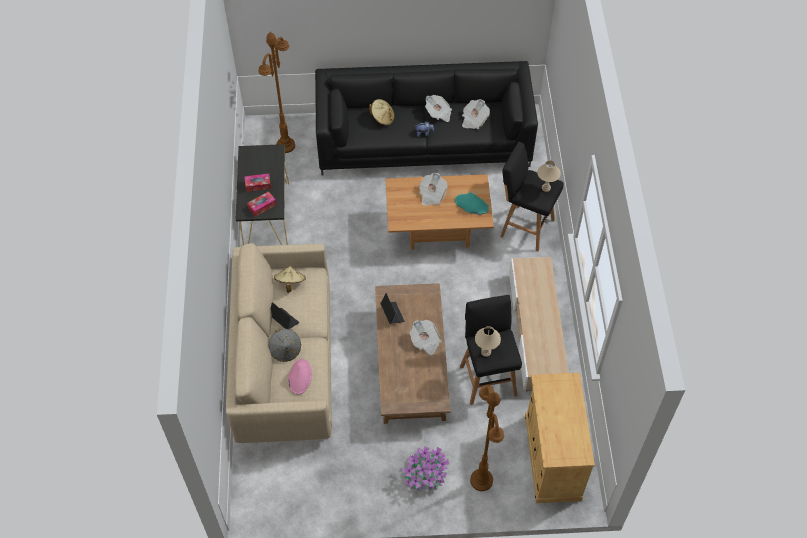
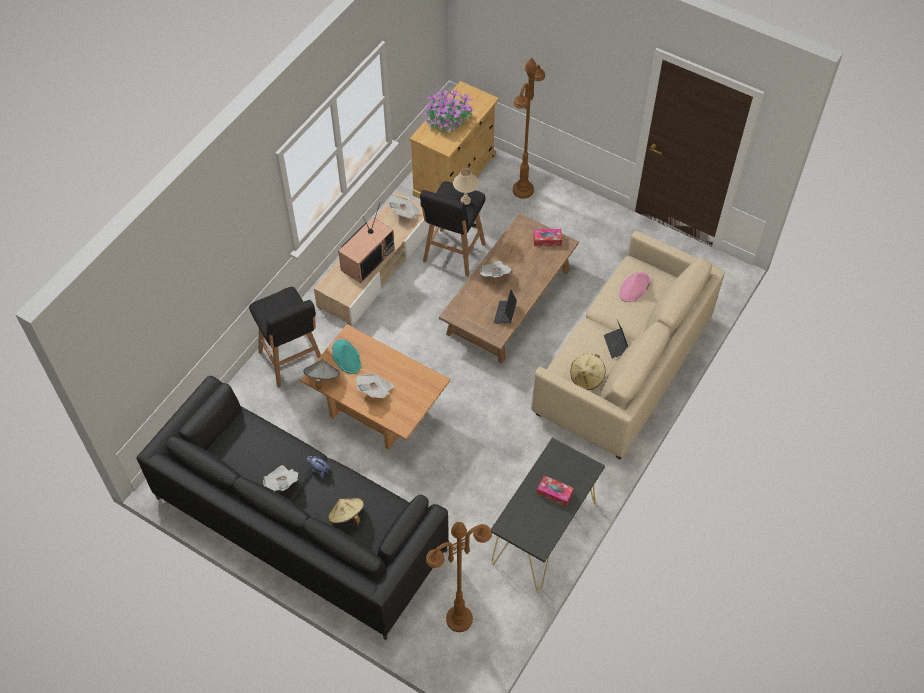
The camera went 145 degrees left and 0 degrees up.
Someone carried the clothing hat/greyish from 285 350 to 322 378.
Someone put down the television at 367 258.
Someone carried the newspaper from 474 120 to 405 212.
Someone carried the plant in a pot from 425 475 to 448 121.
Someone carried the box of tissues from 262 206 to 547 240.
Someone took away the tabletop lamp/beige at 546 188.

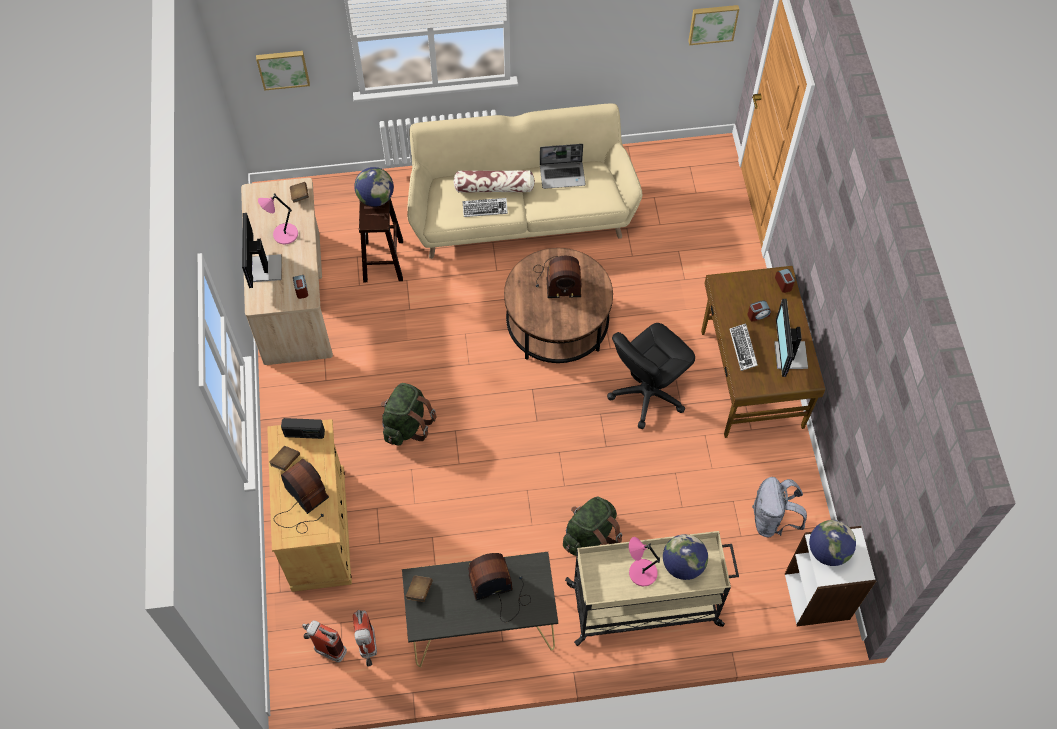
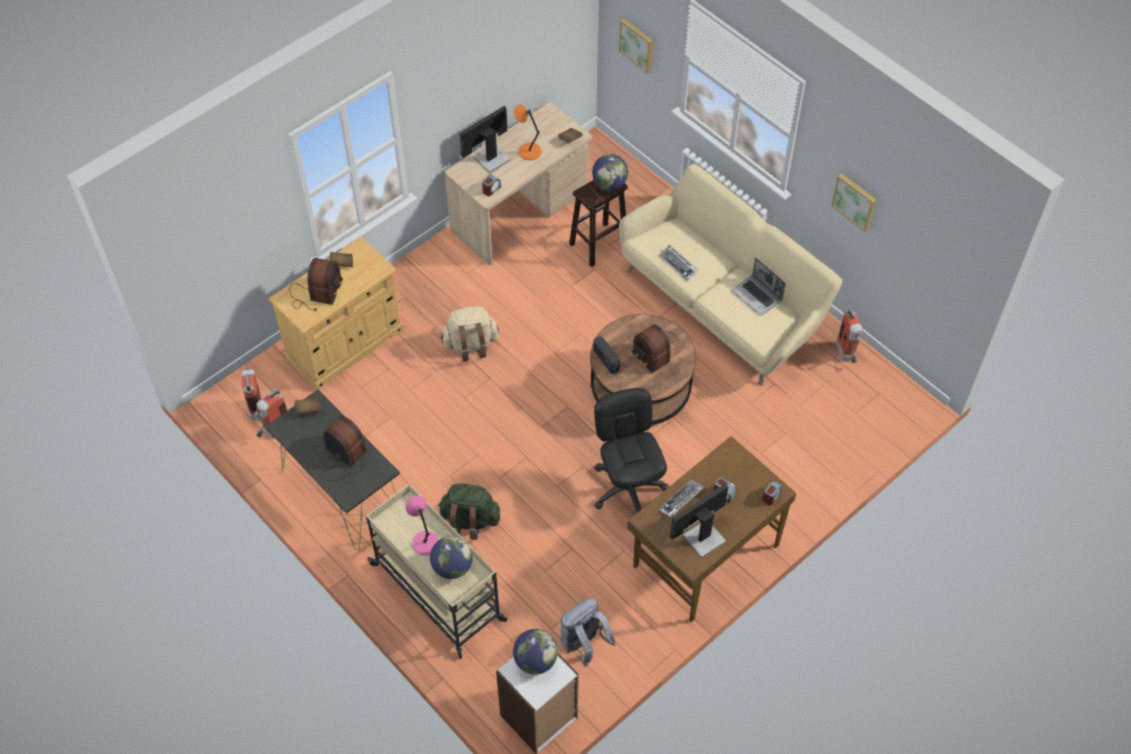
The camera went 55 degrees right and 5 degrees down.
Someone repainted the rucksack/greenish at 406 424, which became the rucksack/beige at 471 345.
Someone repainted the tabletop lamp/pink-coloured at 284 235, which became the tabletop lamp/orangey at 528 151.
Someone carried the radio set from 304 433 to 606 360.
Someone rotated the office chair/blackish at 647 394 by 60 degrees clockwise.
Someone carried the wall picture from 713 23 to 855 201.
Someone put down the fire extinguisher at 846 355.
Someone took away the throw pillow at 494 187.

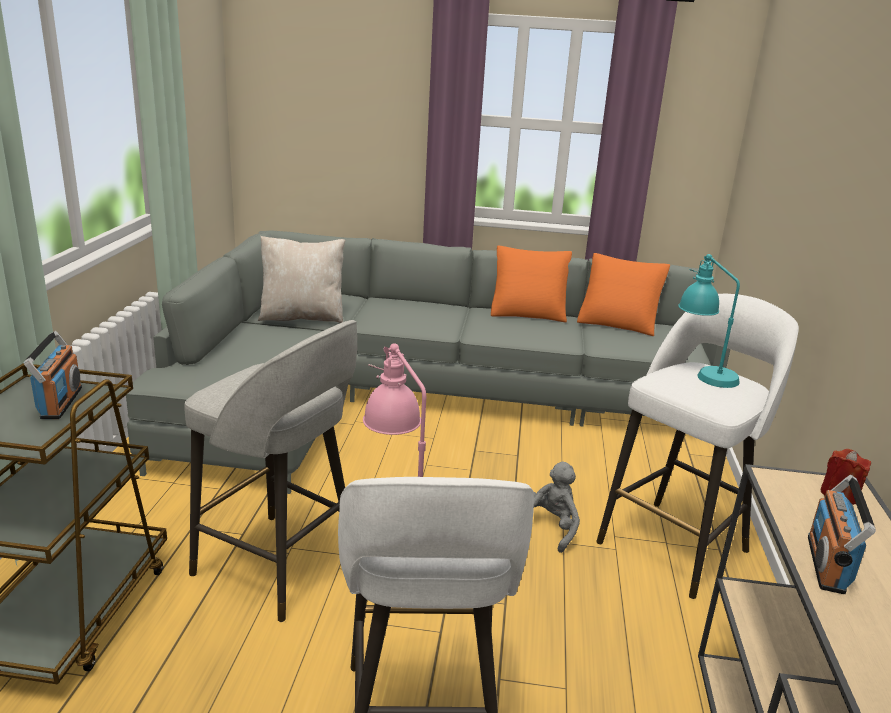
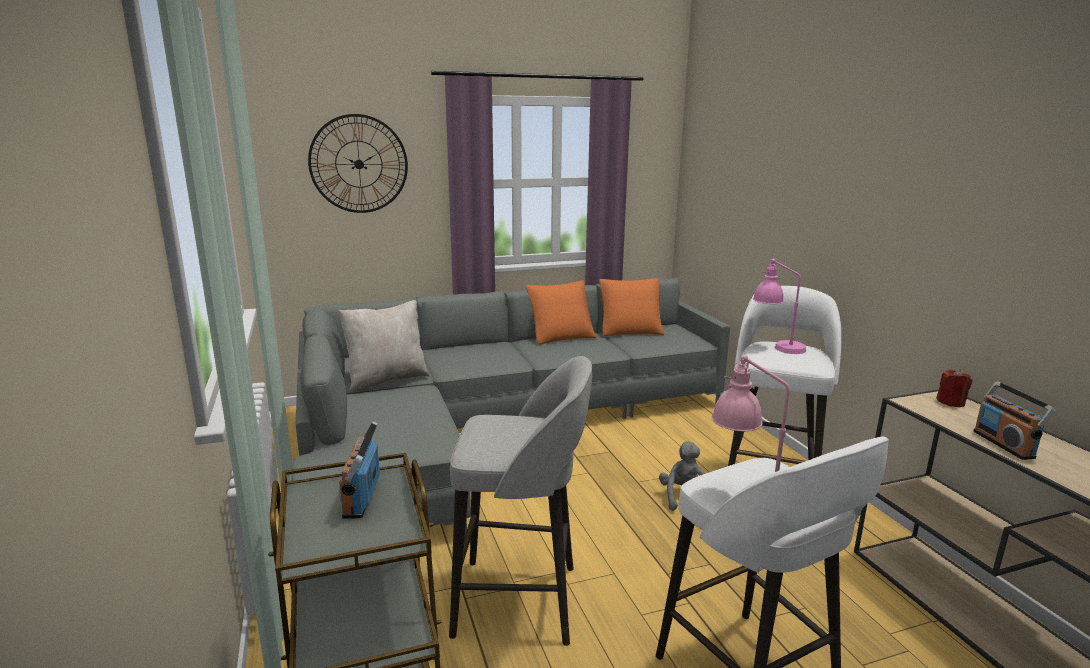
The camera went 25 degrees left and 5 degrees down.
Someone put up the clock on the wall at 359 164.
Someone rotated the radio set at 60 403 by 150 degrees counterclockwise.
Someone repainted the tabletop lamp/blue-green at 701 373, which became the tabletop lamp/pink-coloured at 776 347.

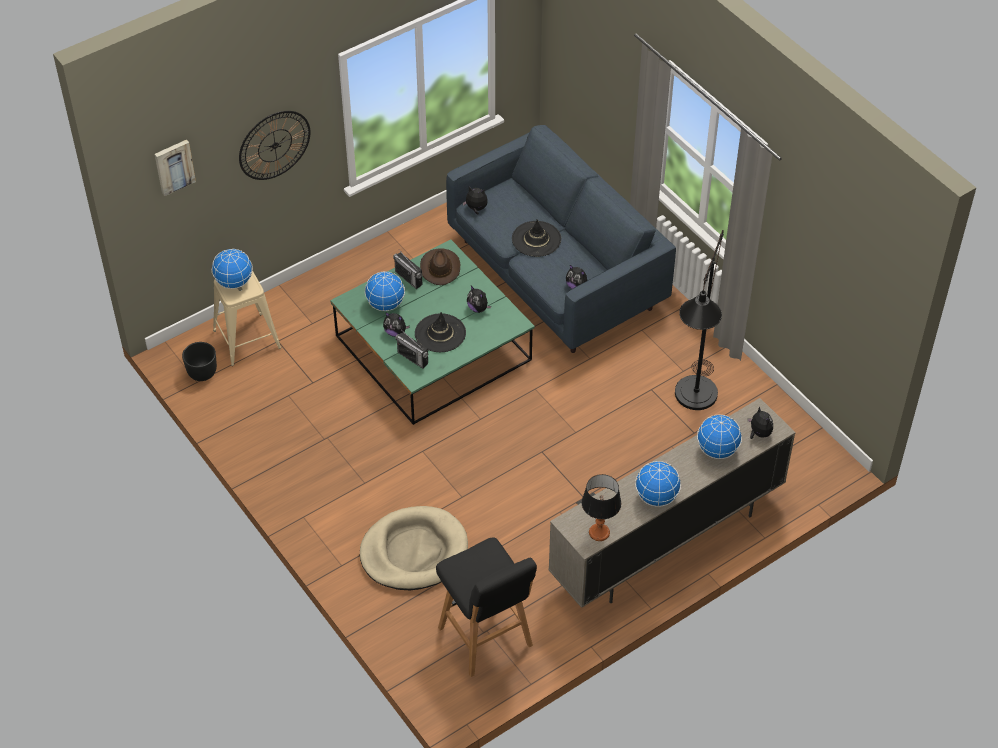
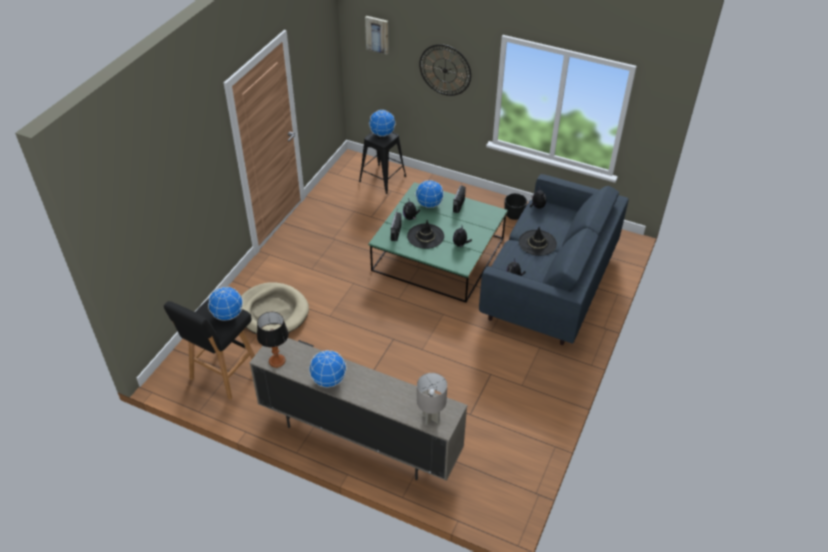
The camera went 60 degrees right and 5 degrees down.
Someone carried the globe from 717 450 to 228 315.
Someone repainted the stool/beige at 247 339, which became the stool/blackish at 382 179.
Someone swapped the plush toy at 759 433 for the tabletop lamp/greyish at 430 417.
Someone carried the flower pot/blackish from 203 373 to 514 215.
Someone took away the clothing hat/brown at 440 268.
Someone took away the floor lamp/blackish at 693 403.

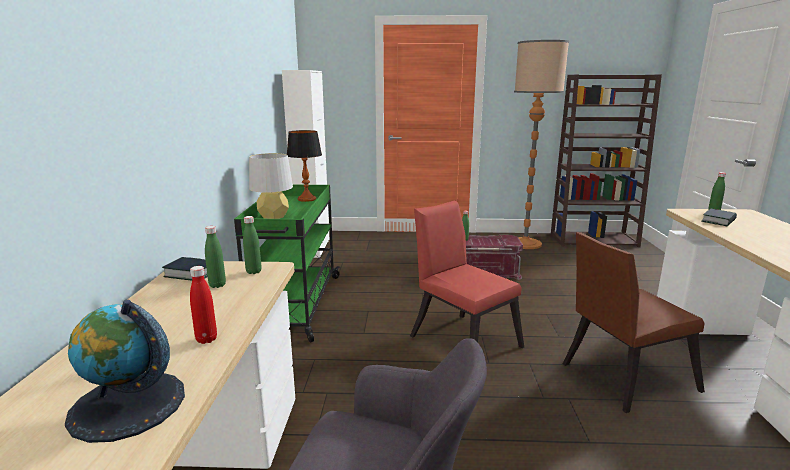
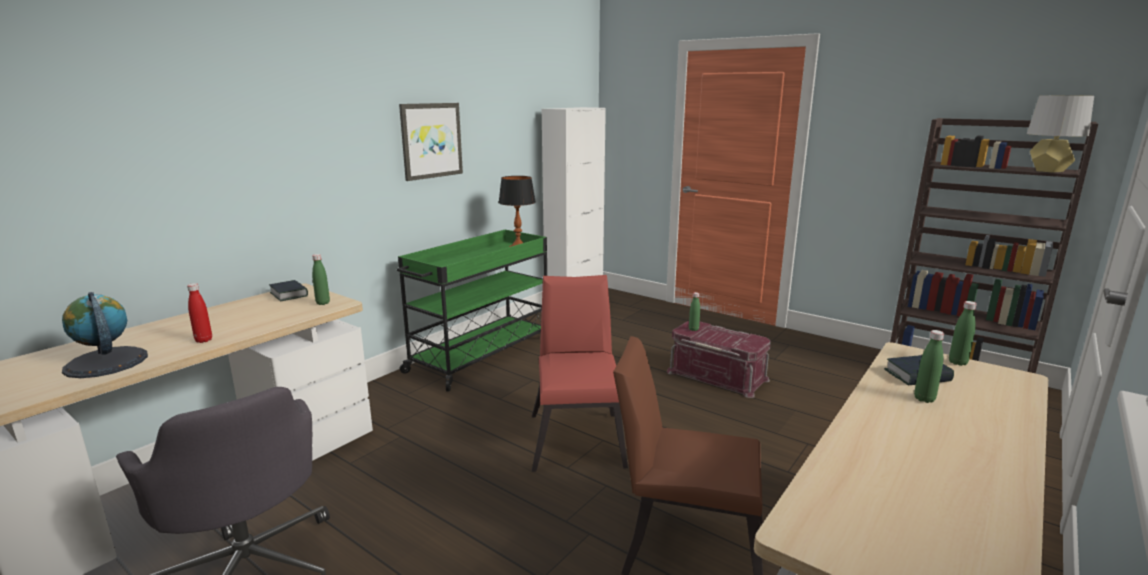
The camera went 35 degrees right and 0 degrees up.
Someone put up the wall picture at 431 140.
Someone carried the drink bottle/greenish from 217 285 to 924 399.
Someone carried the tabletop lamp/greyish from 273 217 to 1048 171.
Someone took away the floor lamp at 525 243.

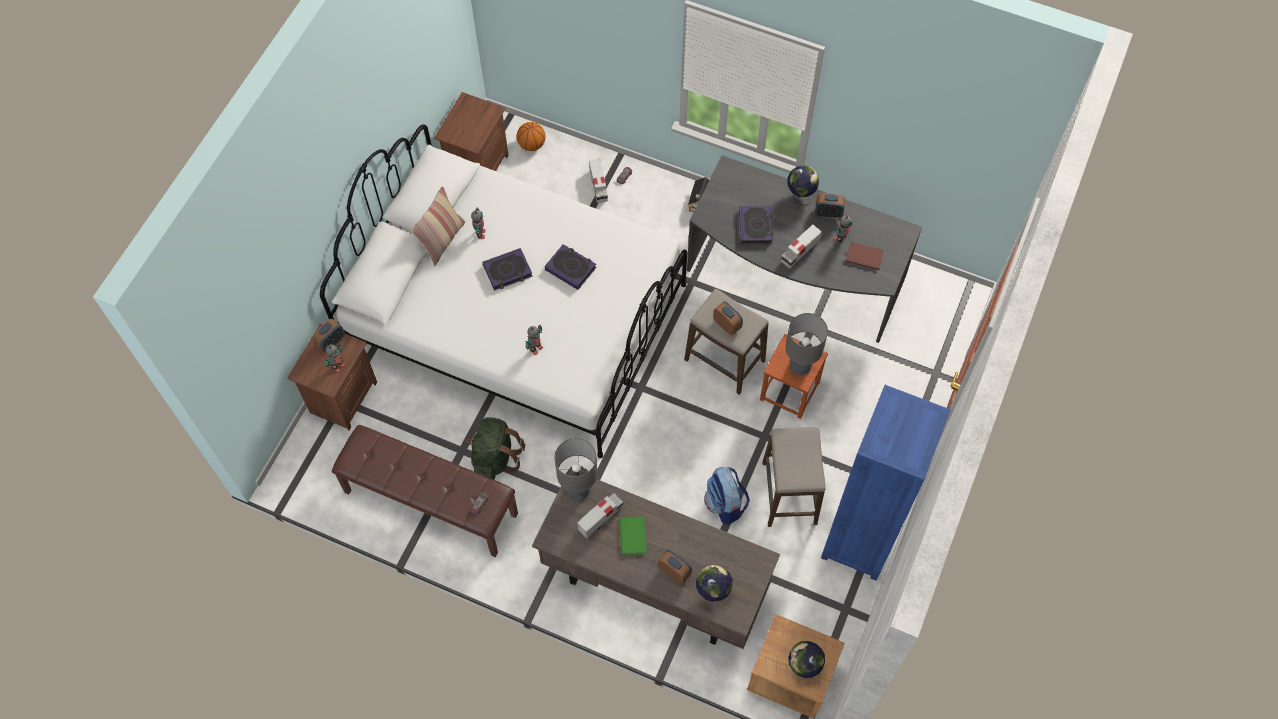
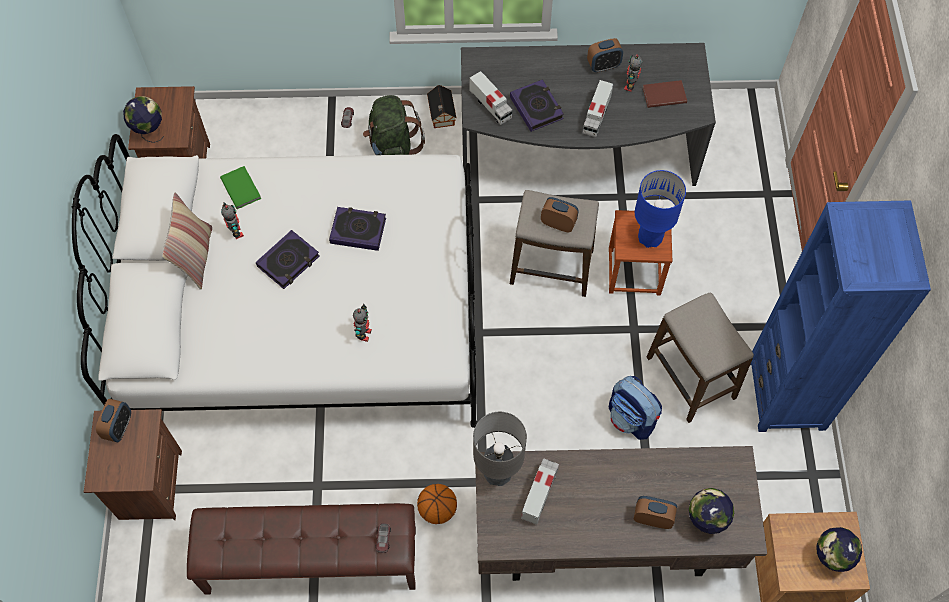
The camera went 25 degrees left and 0 degrees up.
Someone carried the globe from 800 194 to 149 132.
Someone carried the book/greenish from 634 535 to 241 187.
Someone carried the rucksack/greenish from 495 458 to 393 147.
Someone carried the basketball from 532 145 to 437 509.
Someone carried the toy lorry from 598 186 to 490 106.
Someone repainted the tabletop lamp/greyish at 800 366, which became the tabletop lamp/bluish at 650 237.
Someone took away the robot figure at 338 366.

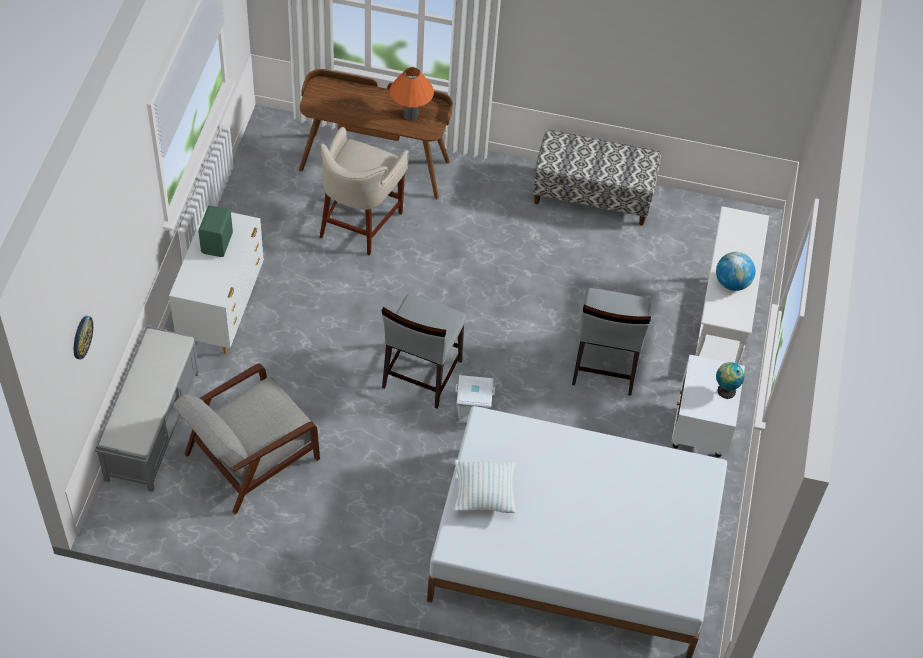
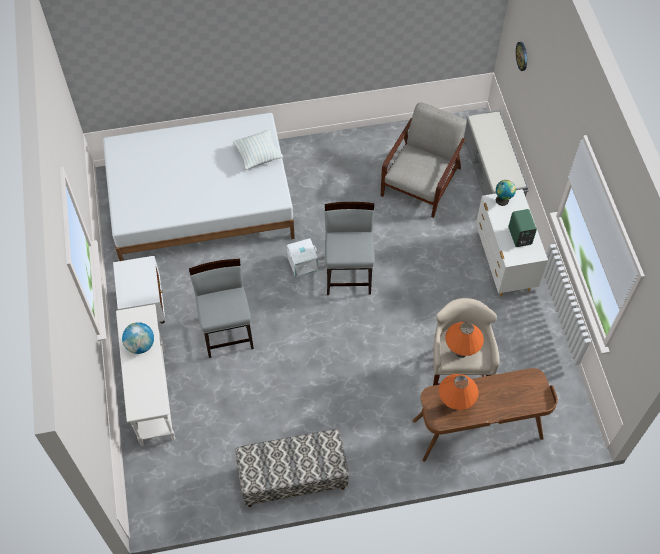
The camera went 160 degrees right and 5 degrees up.
Someone put down the tabletop lamp/orangey at 461 352.
Someone carried the globe from 725 390 to 503 200.

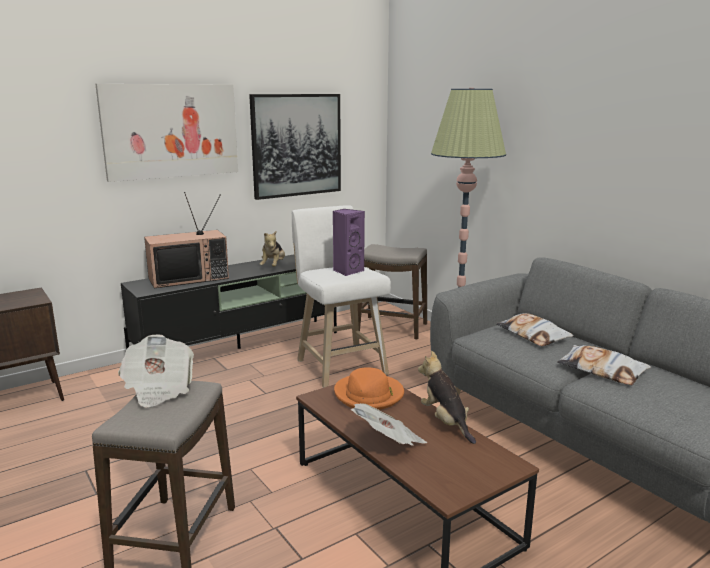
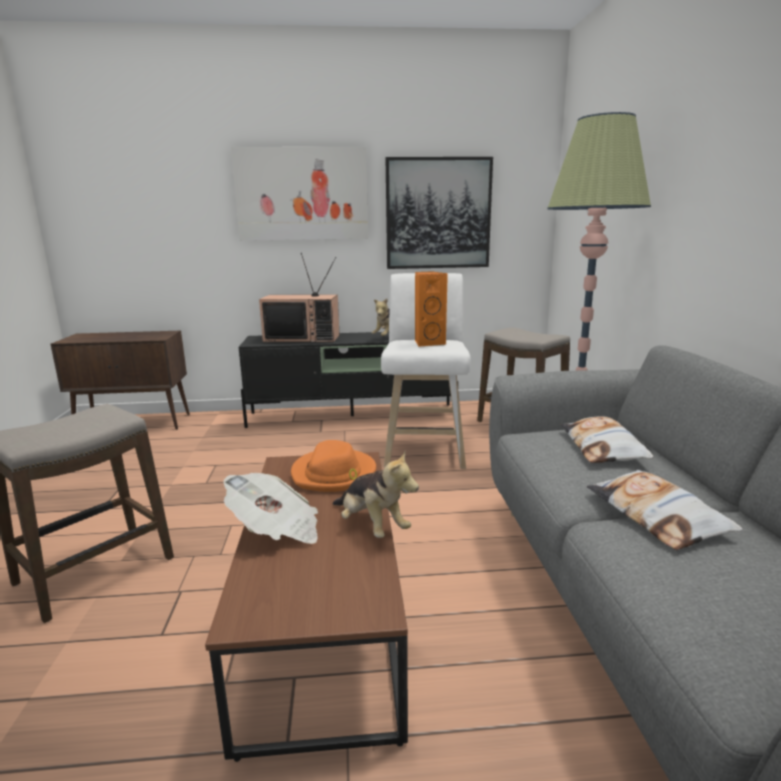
The camera went 30 degrees right and 0 degrees up.
Someone rotated the plush toy at 445 422 by 135 degrees clockwise.
Someone repainted the speaker/purple at 347 271, which became the speaker/orangey at 428 343.
Someone took away the newspaper at 158 389.

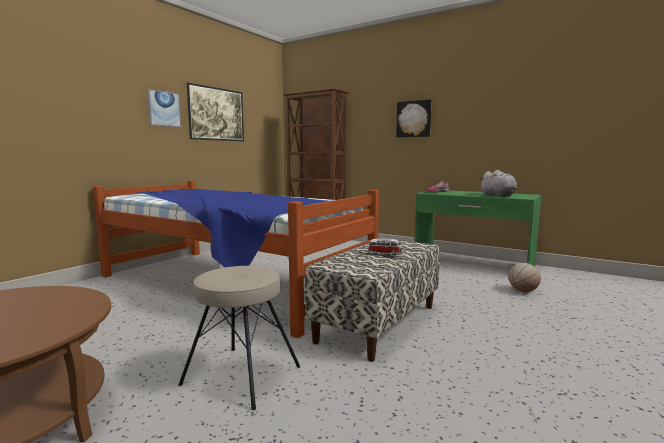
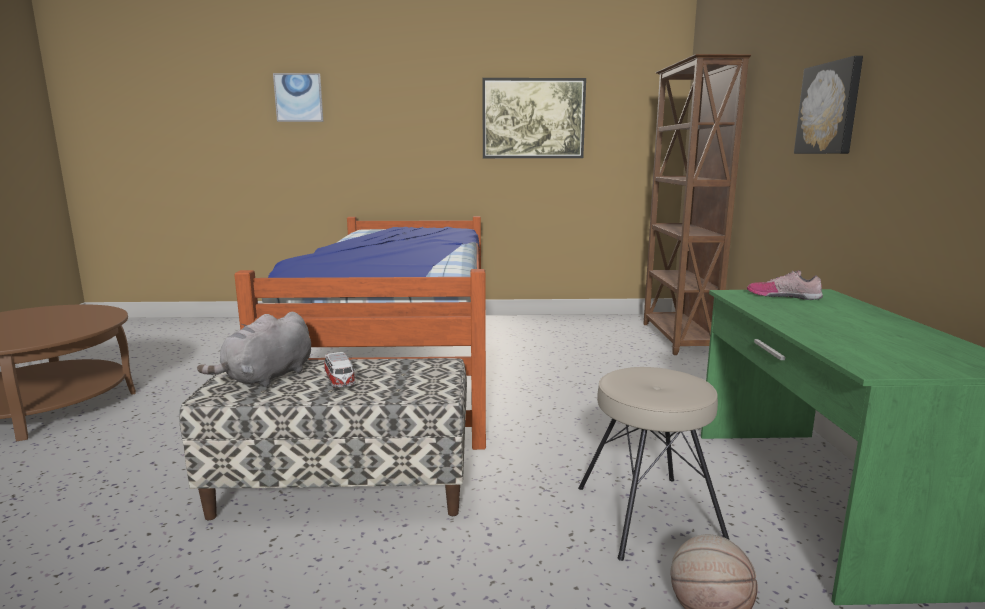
The camera went 55 degrees right and 5 degrees up.
Someone carried the plush toy/greyish from 498 196 to 267 377.
Someone carried the wall picture from 164 109 to 299 98.
Someone carried the stool/beige from 241 376 to 647 515.

